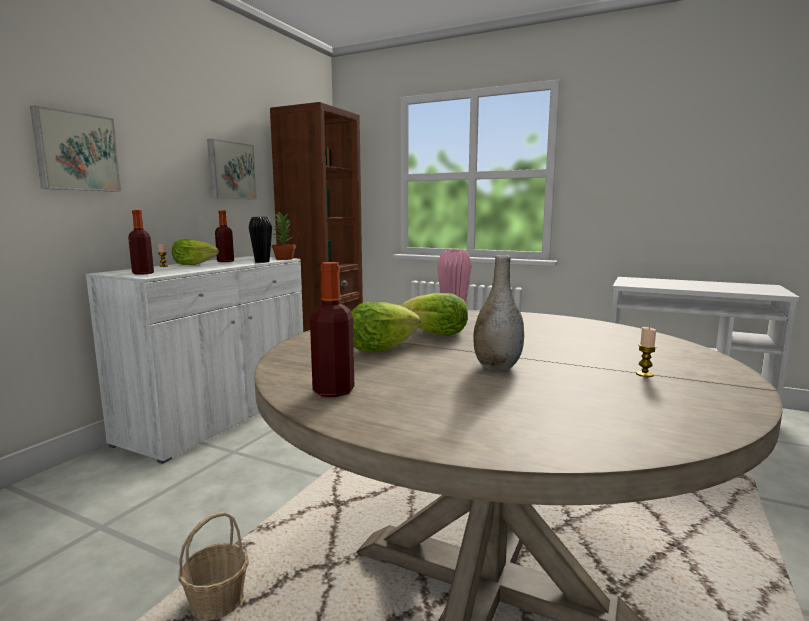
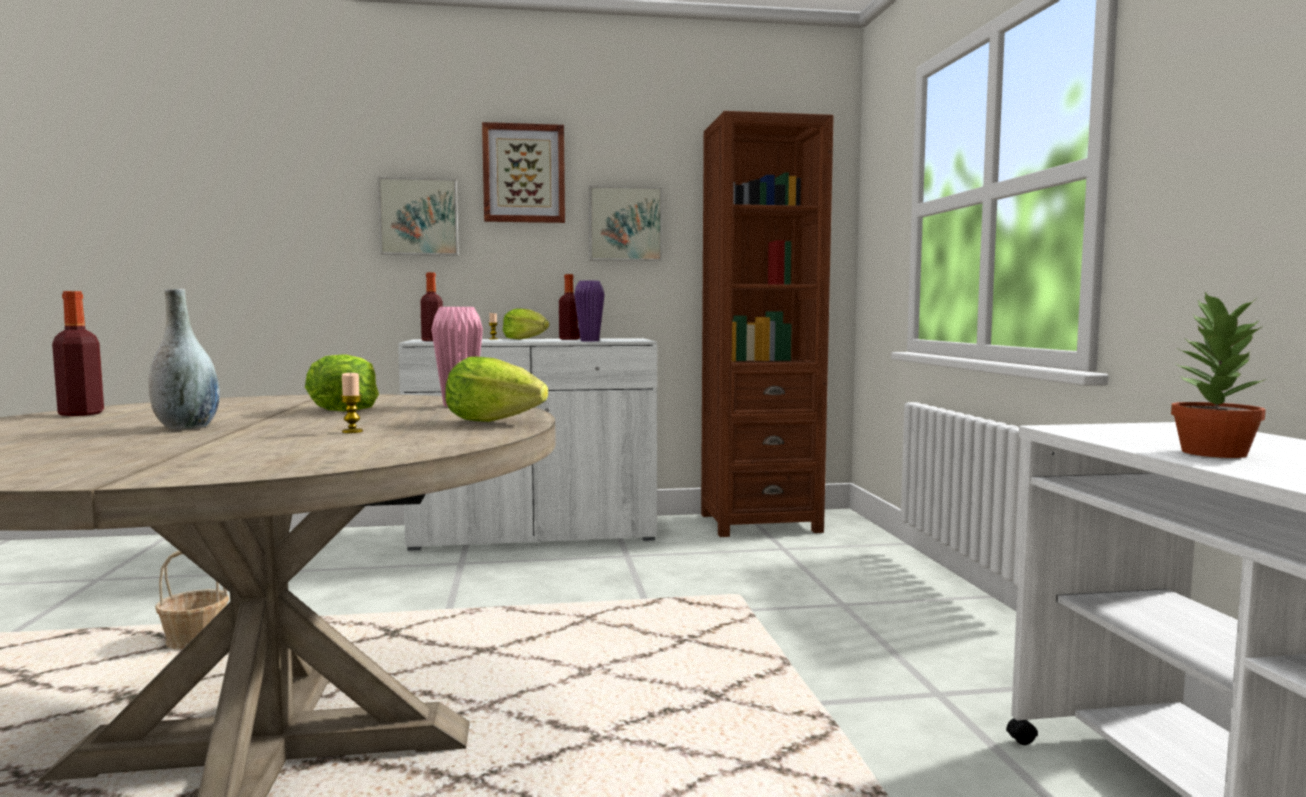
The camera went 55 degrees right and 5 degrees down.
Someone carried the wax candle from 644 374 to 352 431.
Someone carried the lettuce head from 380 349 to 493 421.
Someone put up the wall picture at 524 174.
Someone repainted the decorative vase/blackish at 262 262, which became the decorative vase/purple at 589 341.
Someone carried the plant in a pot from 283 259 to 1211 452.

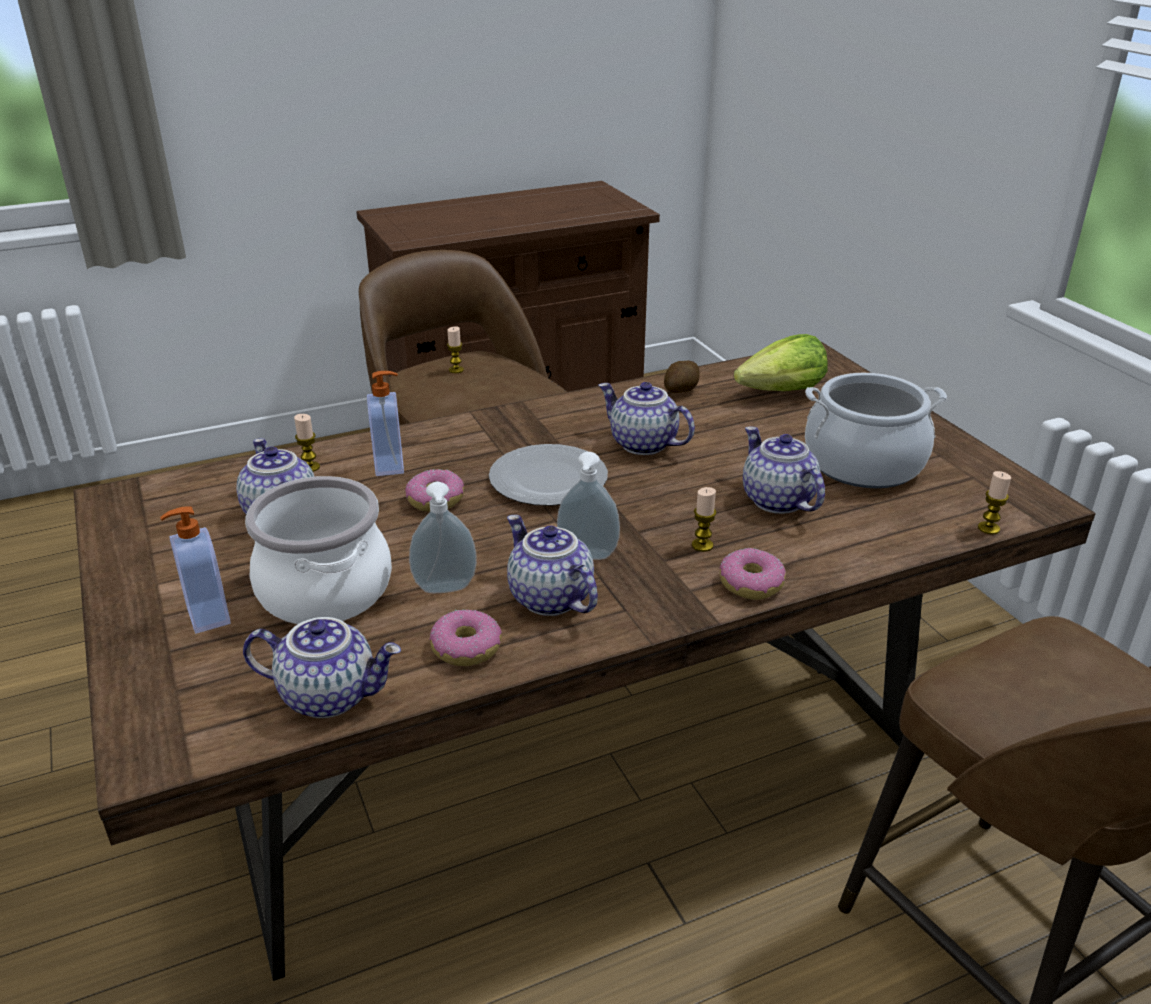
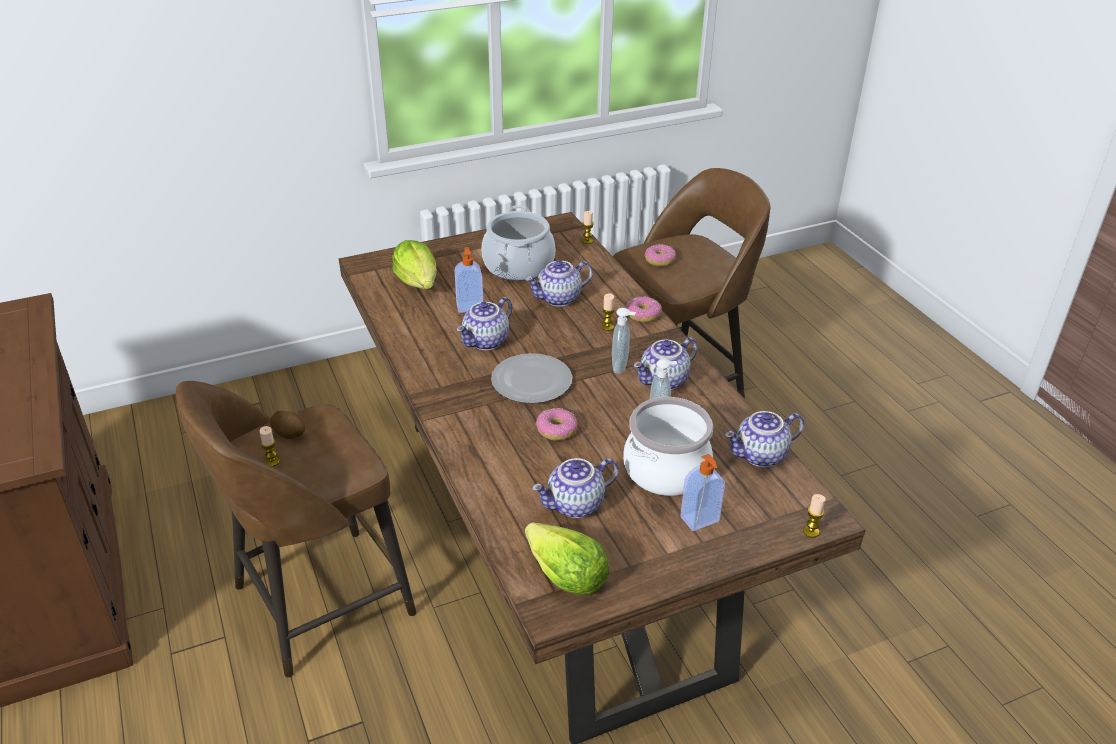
The camera went 90 degrees left and 5 degrees up.
Someone carried the potato from 681 391 to 289 433.
Someone carried the liquid soap bottle from 390 465 to 469 306.
Someone put down the lettuce head at 565 576.
Someone carried the donut from 467 648 to 659 260.
Someone rotated the tea pot at 330 694 by 120 degrees counterclockwise.
Someone carried the wax candle from 310 467 to 811 531.

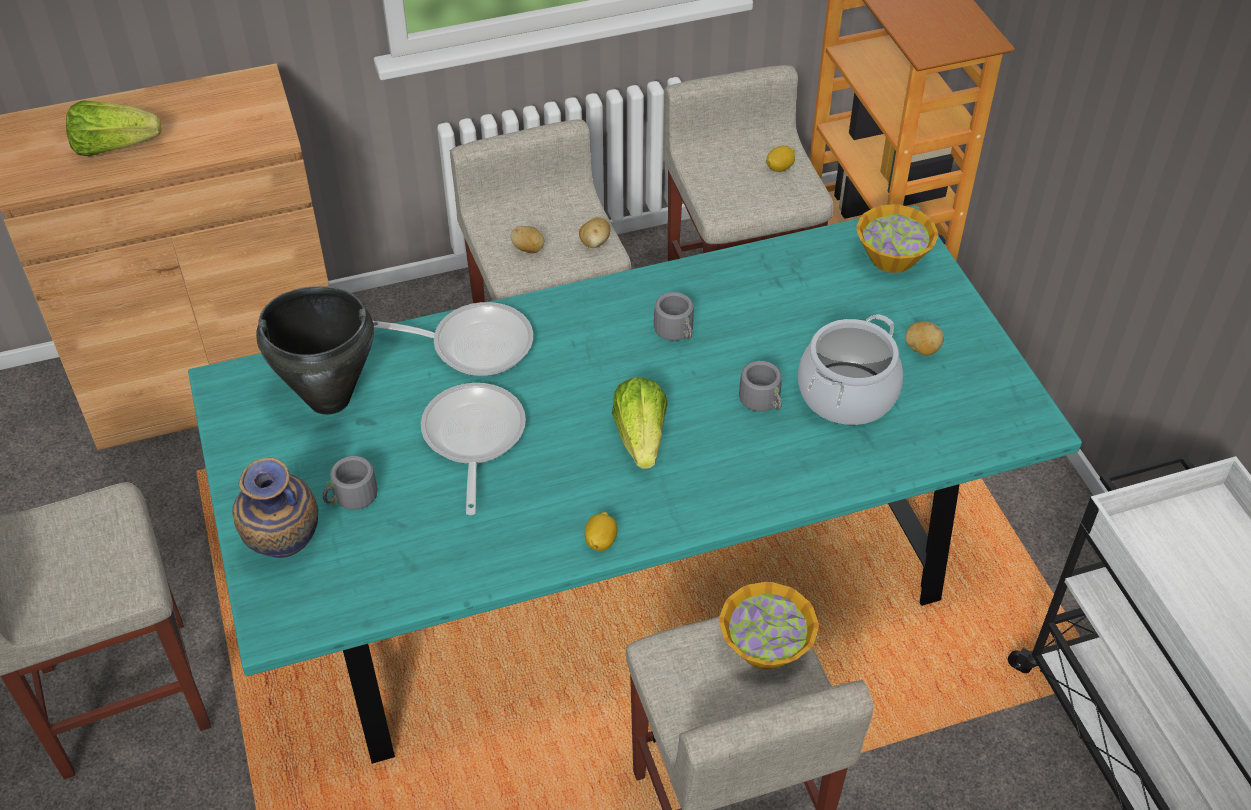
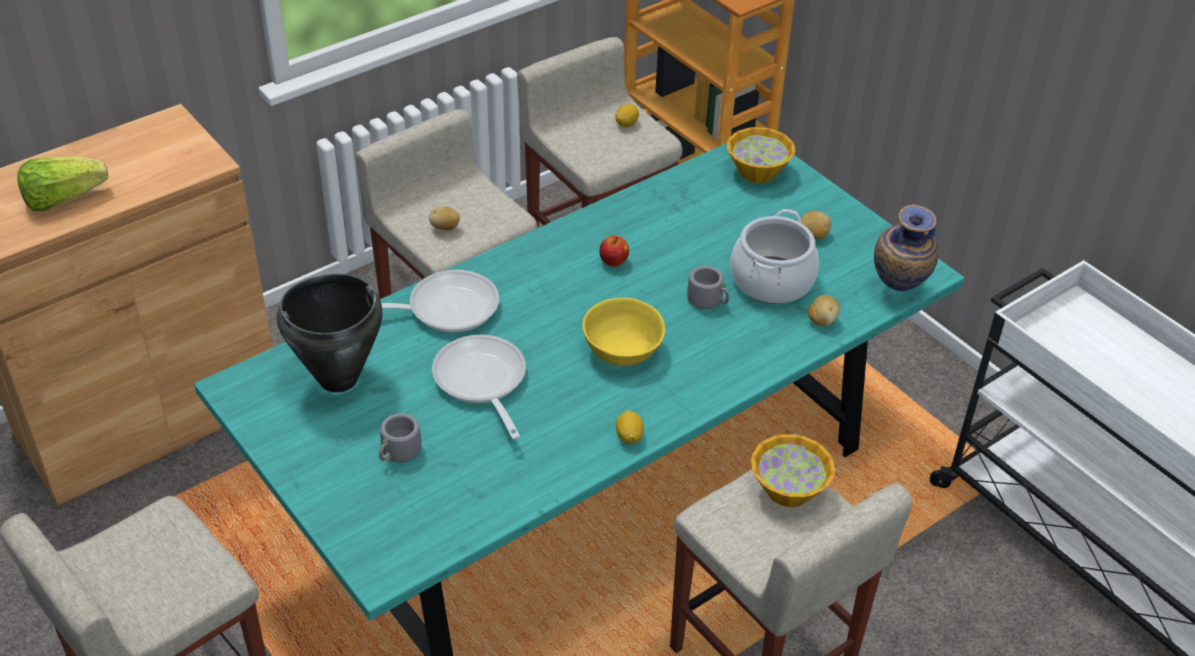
The camera went 20 degrees left and 5 degrees down.
Someone swapped the lettuce head at 641 437 for the serving bowl/yellow at 623 350.
Someone swapped the tea mug/greyish at 678 331 for the apple at 613 262.
Someone carried the potato from 595 243 to 821 320.
Someone carried the decorative vase from 285 553 to 897 291.

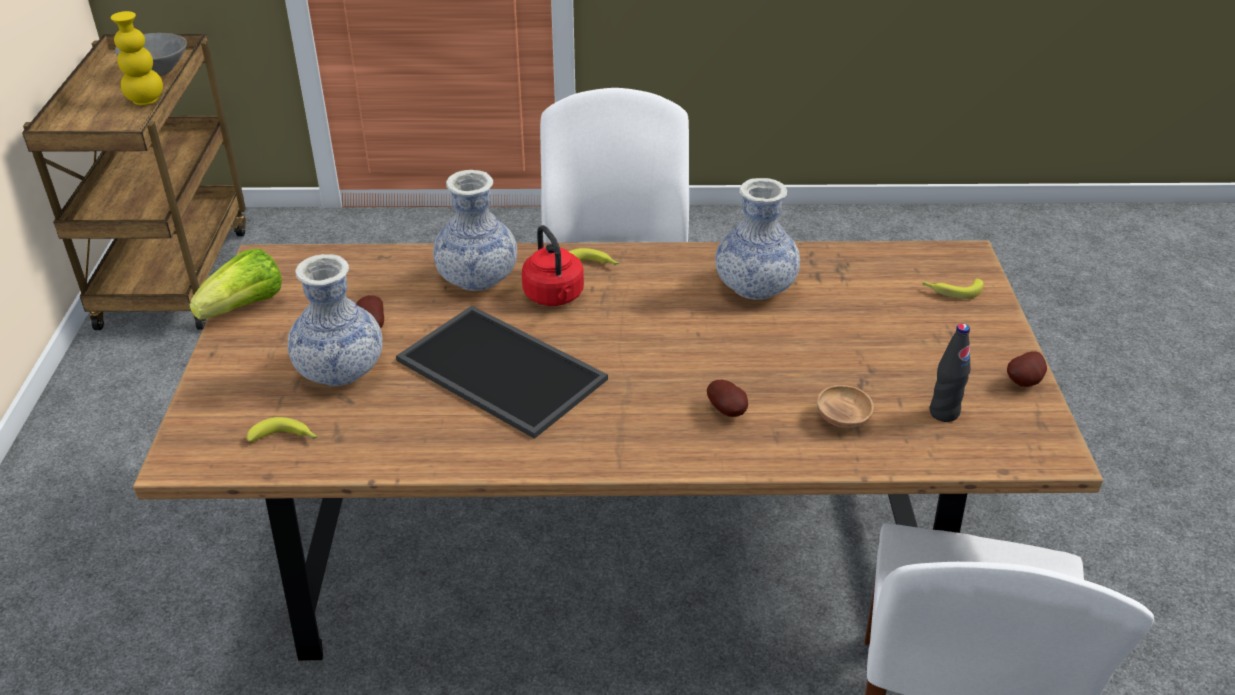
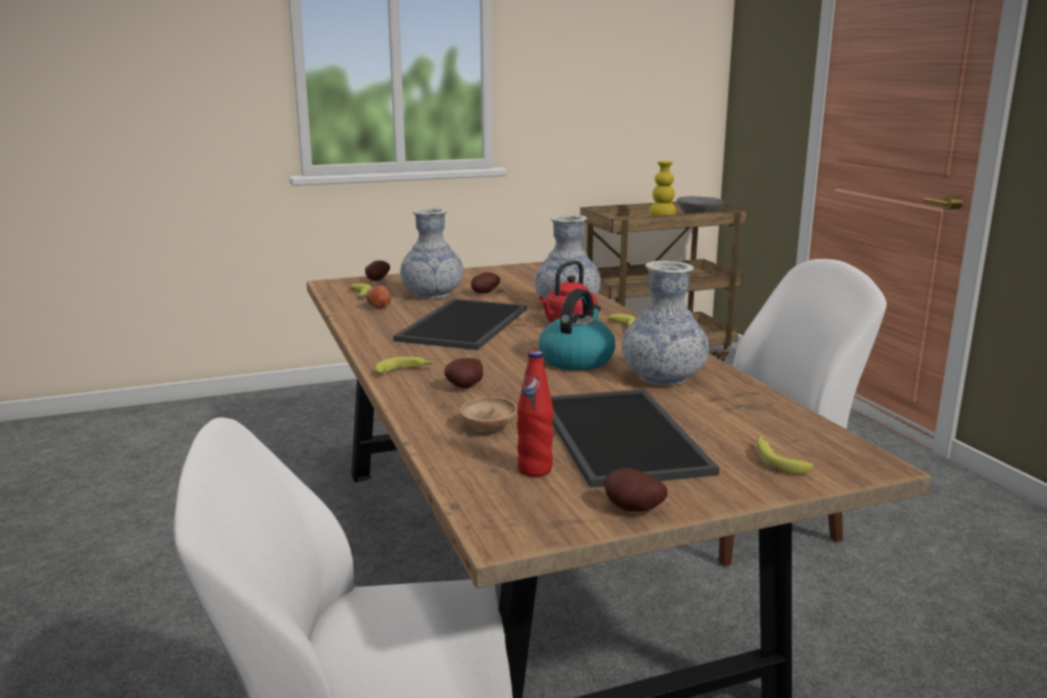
The camera went 70 degrees right and 20 degrees down.
Someone put down the potato at 376 280.
Someone put down the apple at 379 308.
Someone put down the whole banana at 405 371.
Someone repainted the drink bottle/blackish at 944 413, which became the drink bottle/reddish at 534 470.
Someone put down the water kettle at 576 360.
Someone put down the serving tray at 624 436.
Someone took away the lettuce head at 245 307.

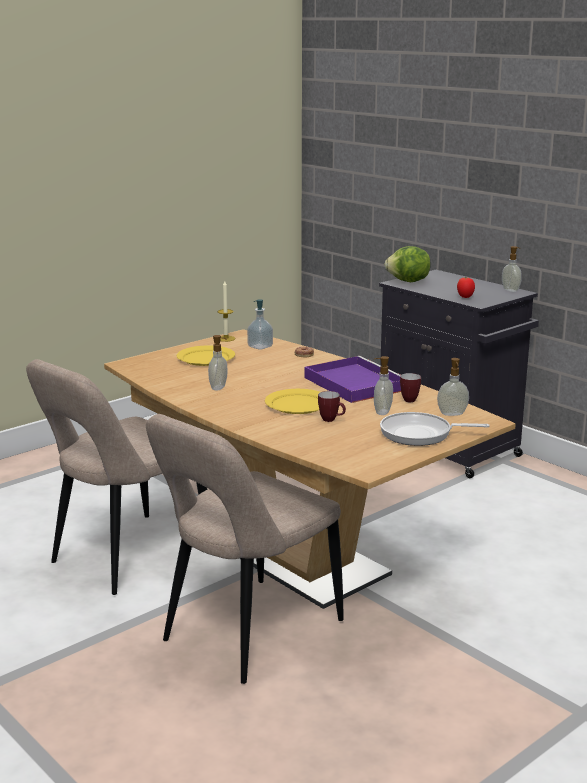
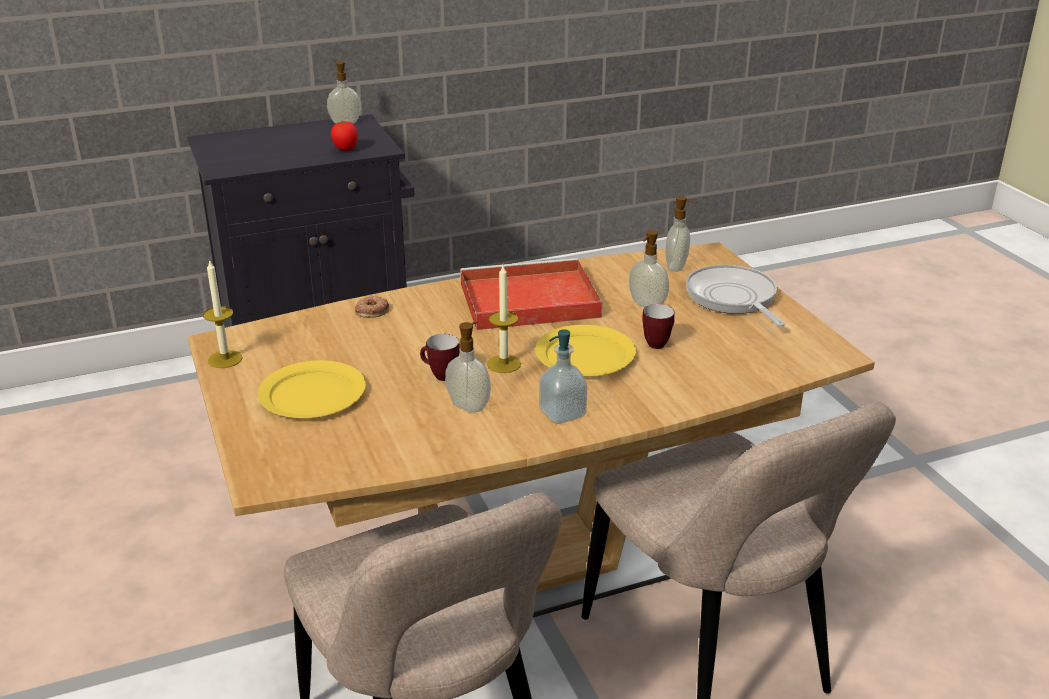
The camera went 70 degrees left and 10 degrees up.
Someone carried the tea mug from 409 399 to 439 376.
Someone repainted the serving tray/purple at 353 383, which became the serving tray/reddish at 526 301.
Someone put down the wax candle at 503 364.
Someone carried the liquid soap bottle from 260 346 to 562 413.
Someone rotated the skillet at 420 434 by 135 degrees clockwise.
Someone took away the lettuce head at 408 281.

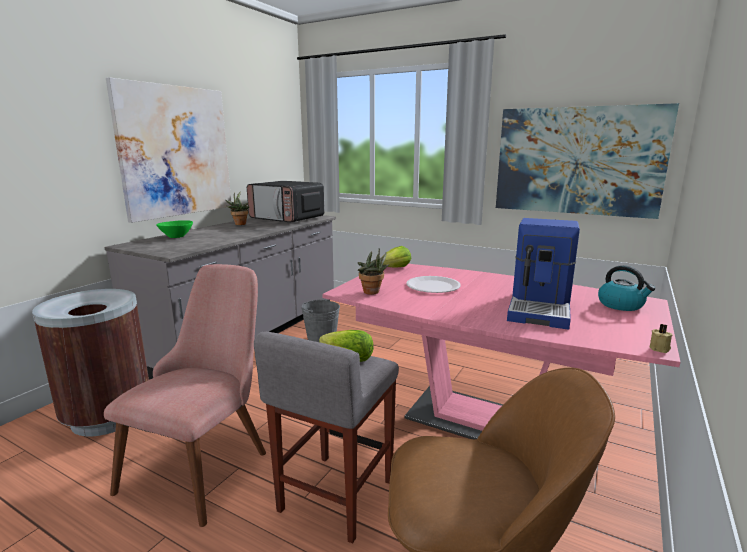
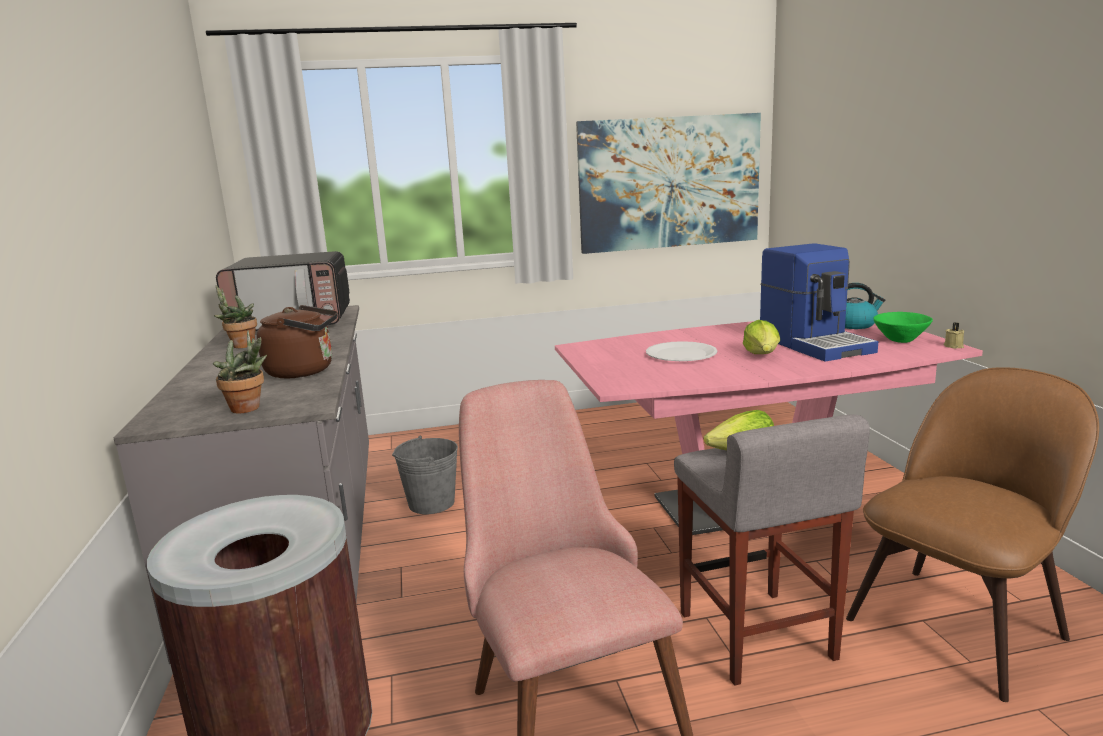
The camera went 40 degrees left and 0 degrees up.
Someone carried the plant in a pot from 373 292 to 249 409.
Someone put down the water kettle/brown at 305 371.
Someone carried the lettuce head from 395 268 to 762 355.
Someone carried the serving bowl/greenish from 176 236 to 900 340.
Someone took away the wall picture at 176 151.

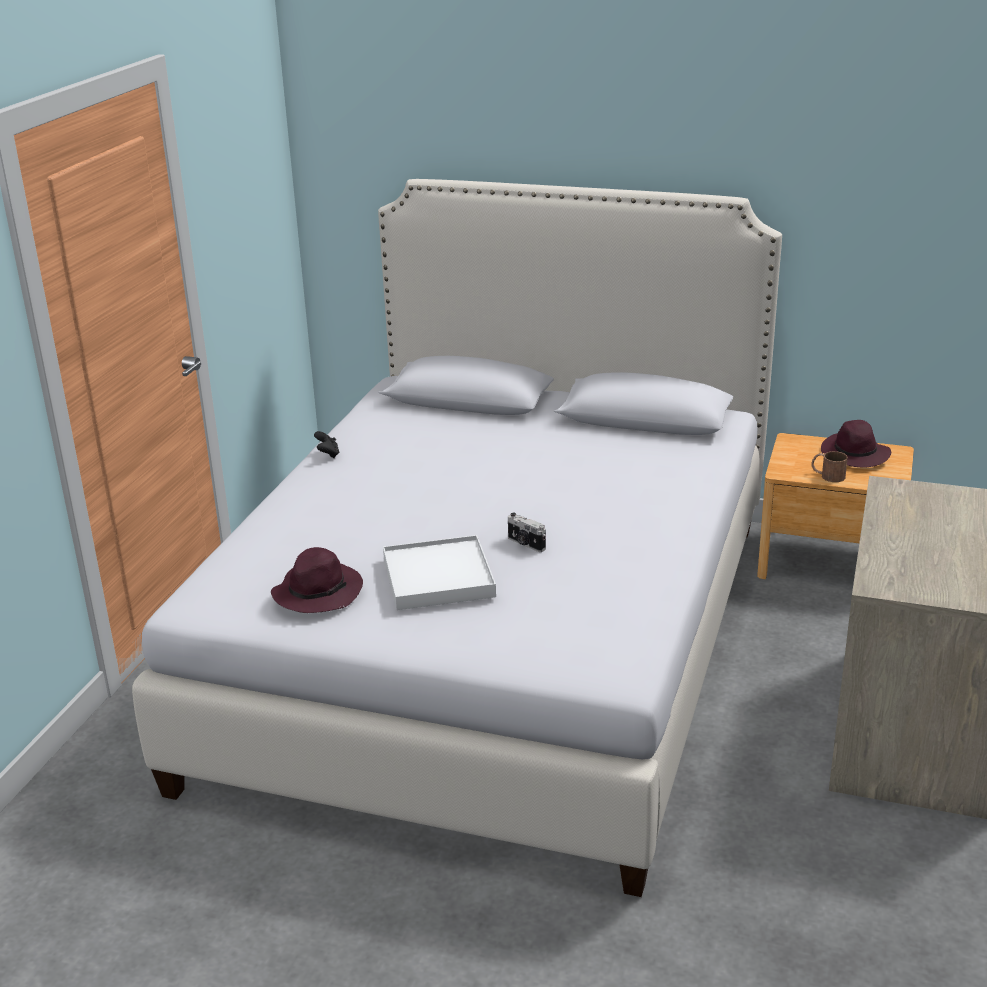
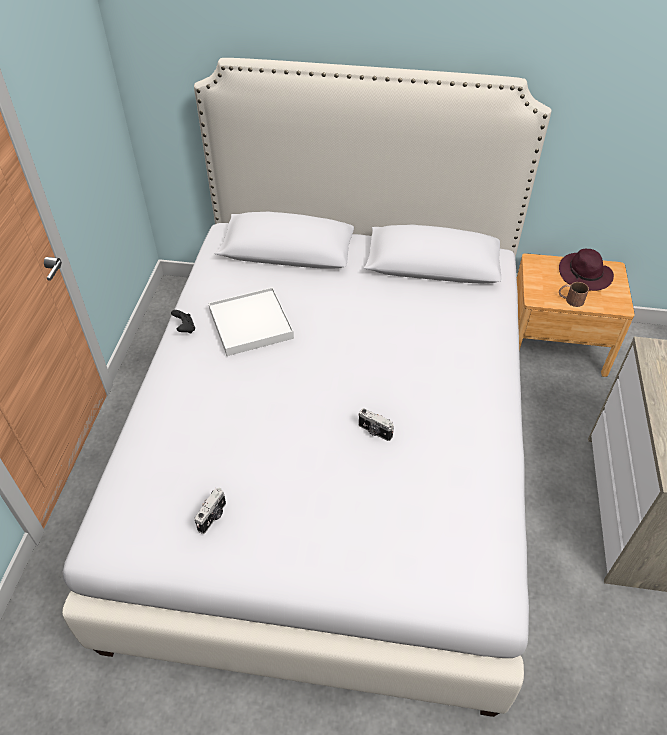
The camera went 10 degrees left and 20 degrees up.
Someone swapped the clothing hat/purple at 318 592 for the photo camera at 213 517.
Someone carried the serving tray/white from 438 577 to 250 324.

